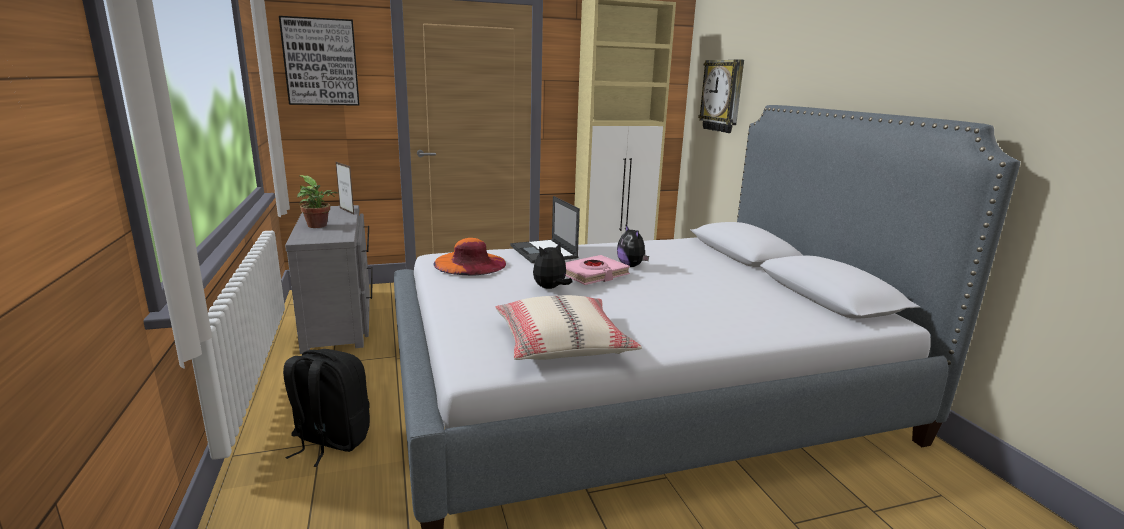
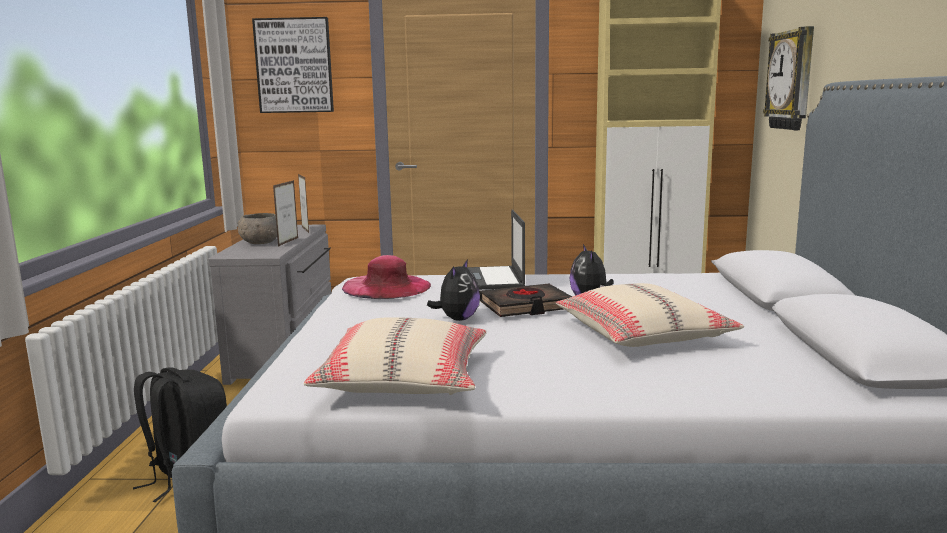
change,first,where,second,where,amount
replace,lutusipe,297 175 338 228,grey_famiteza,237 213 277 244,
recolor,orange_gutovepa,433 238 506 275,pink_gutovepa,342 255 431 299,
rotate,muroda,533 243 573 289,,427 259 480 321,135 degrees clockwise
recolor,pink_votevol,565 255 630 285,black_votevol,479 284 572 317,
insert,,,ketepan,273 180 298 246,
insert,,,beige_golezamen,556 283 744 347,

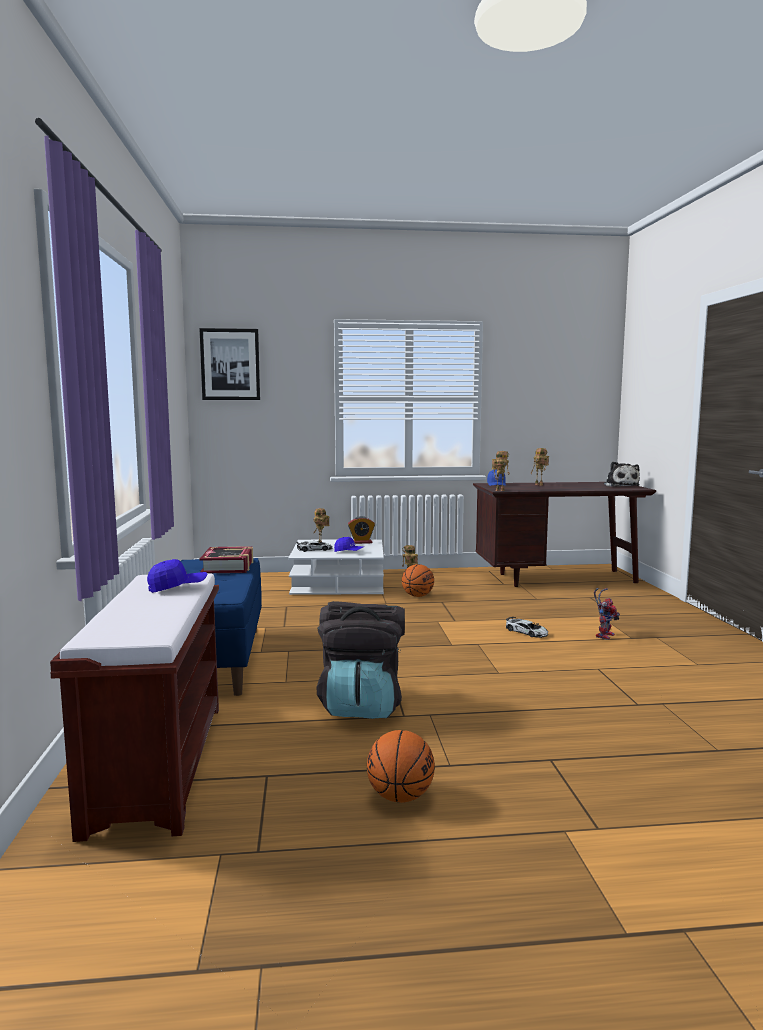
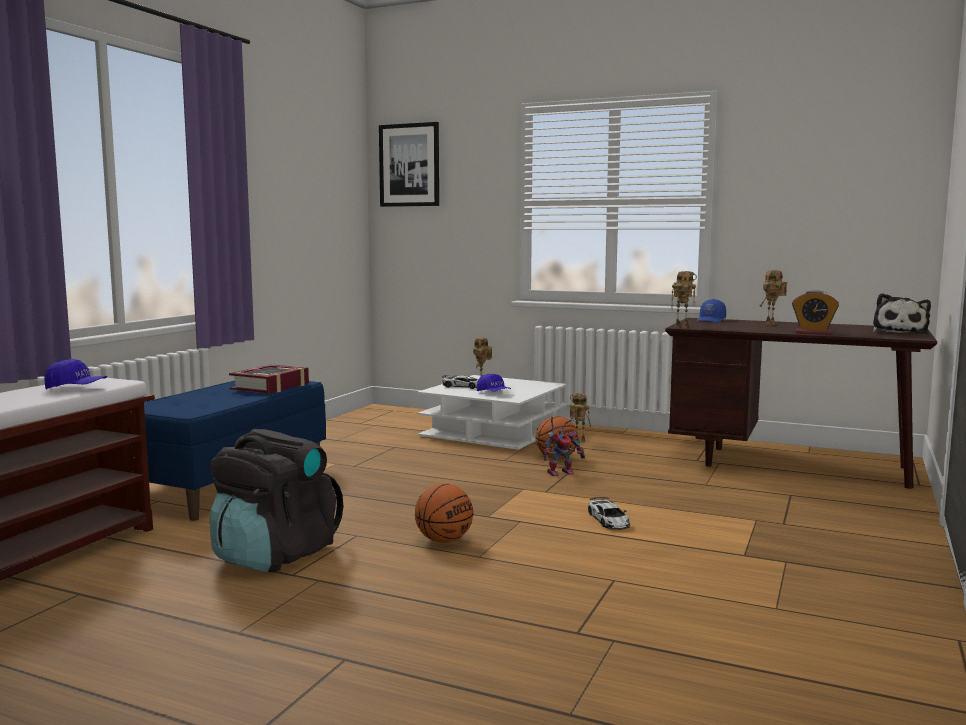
change,first,where,second,where,amount
move,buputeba,348 516 375 544,,792 290 839 335,
move,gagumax,367 730 435 803,,415 483 473 543,
move,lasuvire,594 588 620 640,,543 417 585 477,

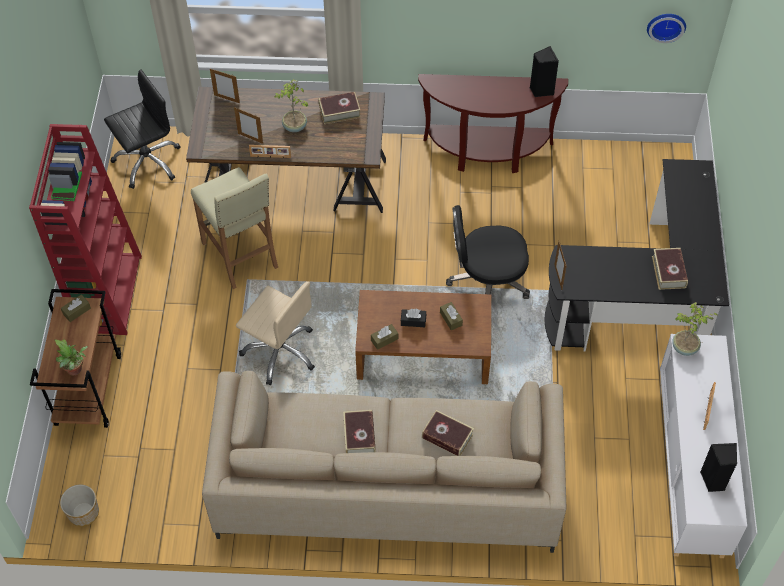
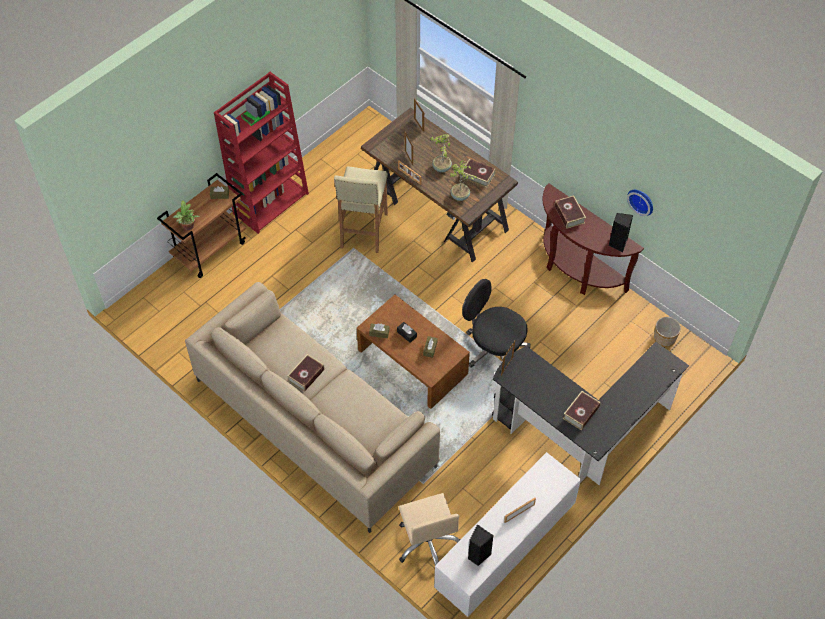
change,first,where,second,where,amount
move,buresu,60 484 99 527,,654 317 681 347,
delete,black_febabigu,104 69 180 189,,,
move,beige_febabigu,236 281 315 385,,399 493 461 565,
move,votevol,422 410 474 456,,555 195 586 229,
move,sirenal,647 14 686 43,,627 190 653 216,
move,lutusipe,672 302 717 356,,450 160 477 201,

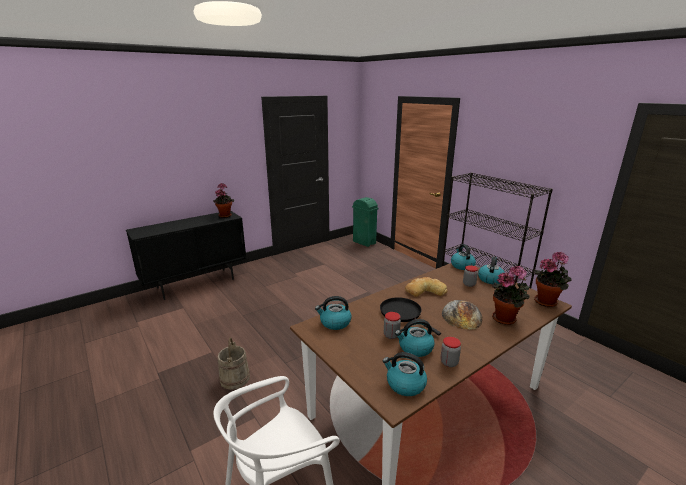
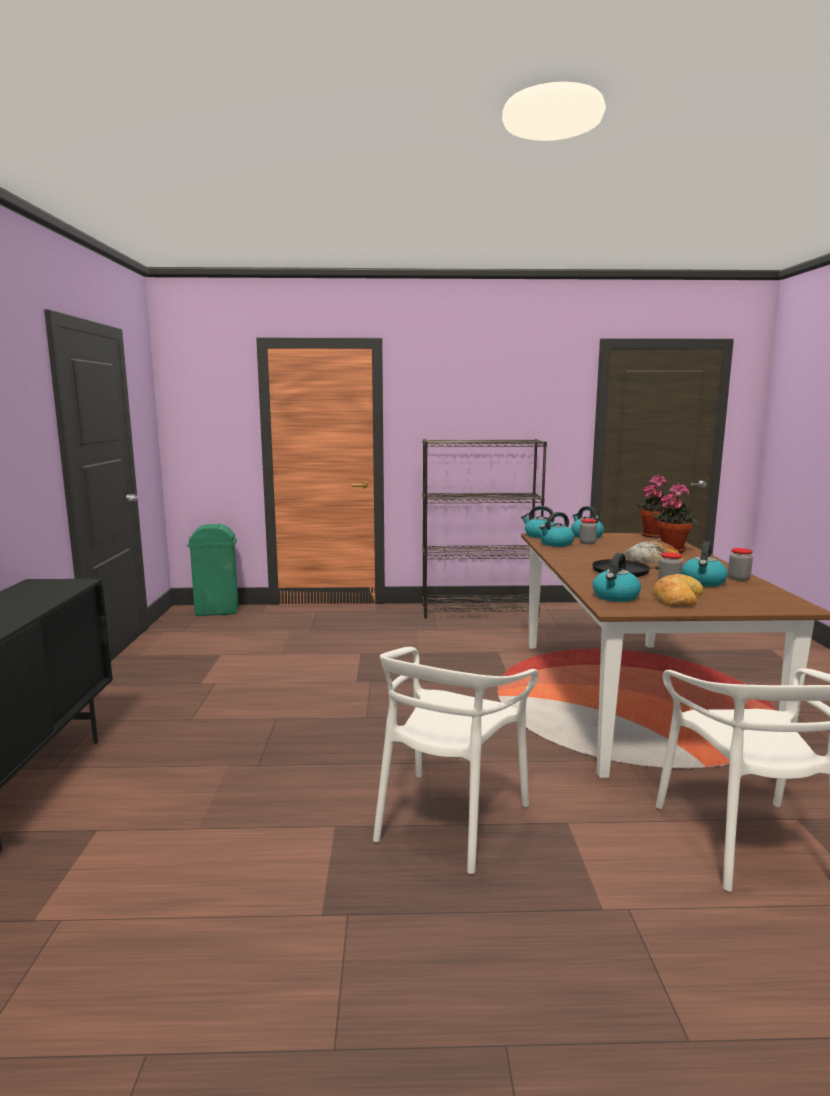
change,first,where,second,where,amount
delete,lutusipe,213 183 234 218,,,
replace,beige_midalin,218 338 250 390,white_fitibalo,373 647 538 874,
move,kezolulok,382 352 427 396,,540 512 574 547,
move,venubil,405 277 448 297,,653 574 703 606,

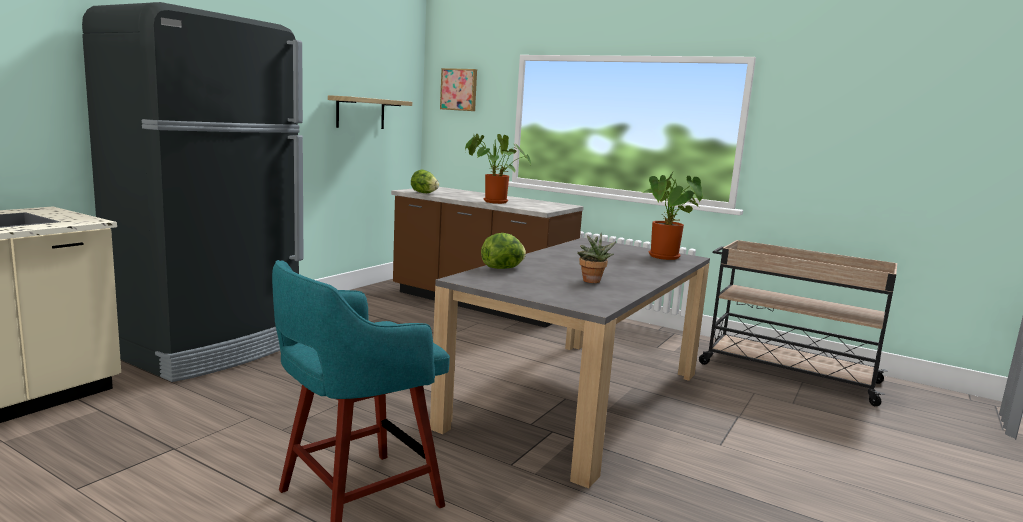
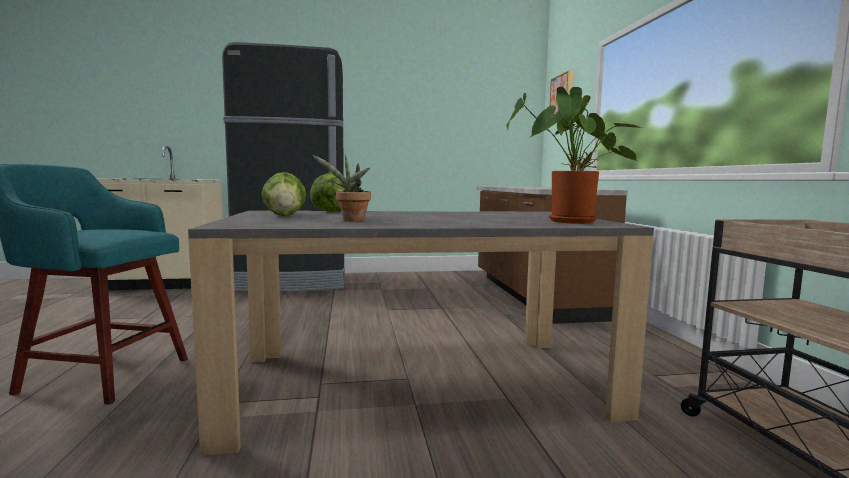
change,first,where,second,where,amount
delete,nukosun,328 95 412 129,,,
move,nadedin,411 170 439 193,,261 172 306 216,
delete,lutusipe,465 134 531 204,,,

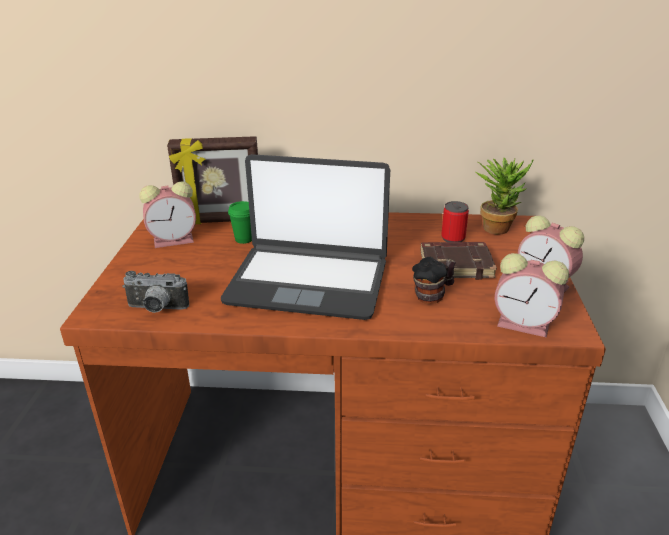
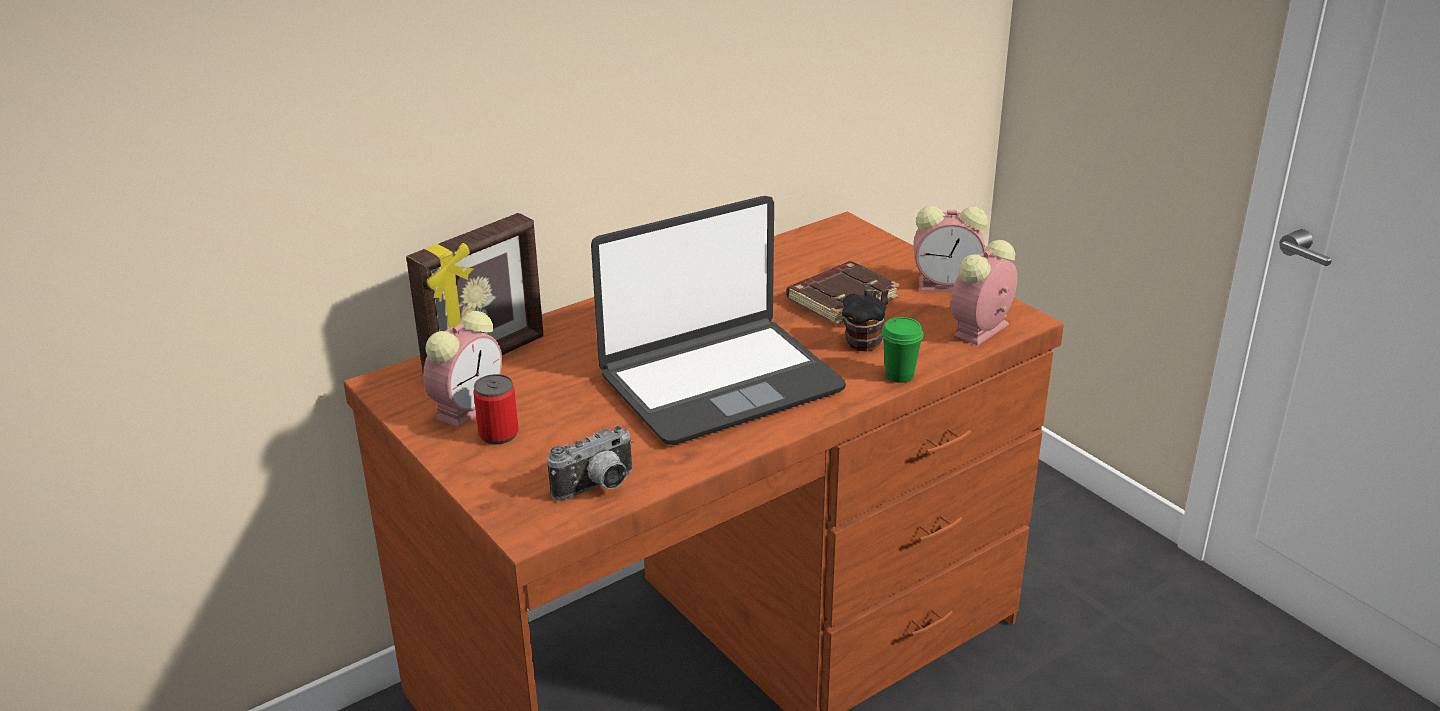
change,first,where,second,where,amount
move,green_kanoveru,228 201 252 244,,881 317 923 383,
move,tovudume,441 201 469 242,,473 374 519 444,
delete,lutusipe,476 157 534 235,,,
rotate,buputeba,495 253 569 338,,951 240 1017 346,150 degrees clockwise

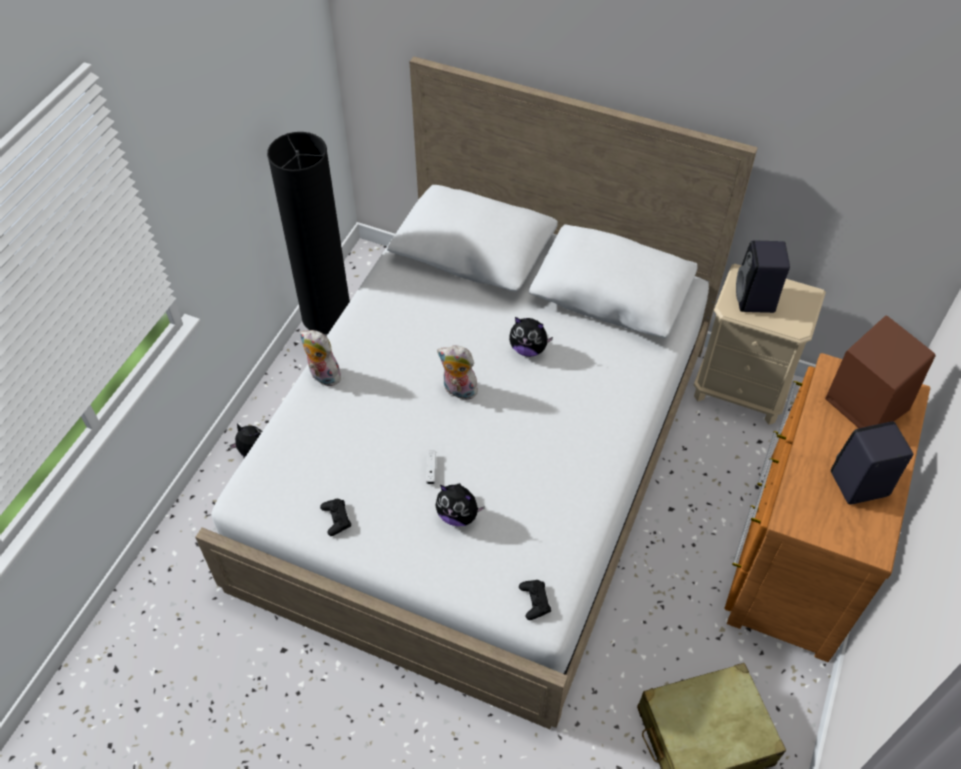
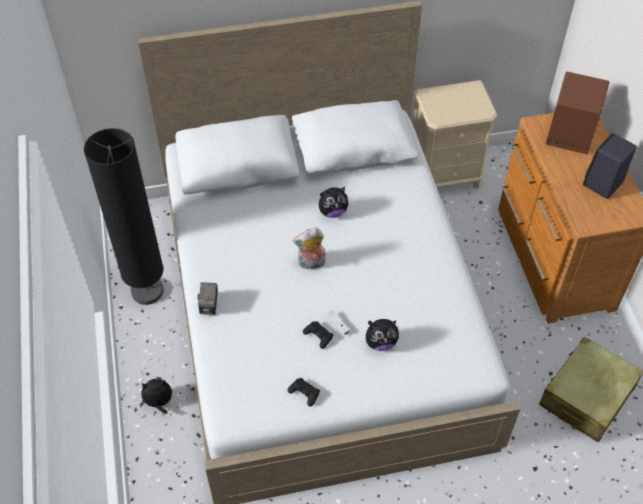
change,first,where,second,where,amount
replace,muroda,300 330 341 386,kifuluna,197 282 218 315,
move,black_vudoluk,519 580 551 620,,303 321 334 349,
delete,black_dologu,736 241 790 313,,,

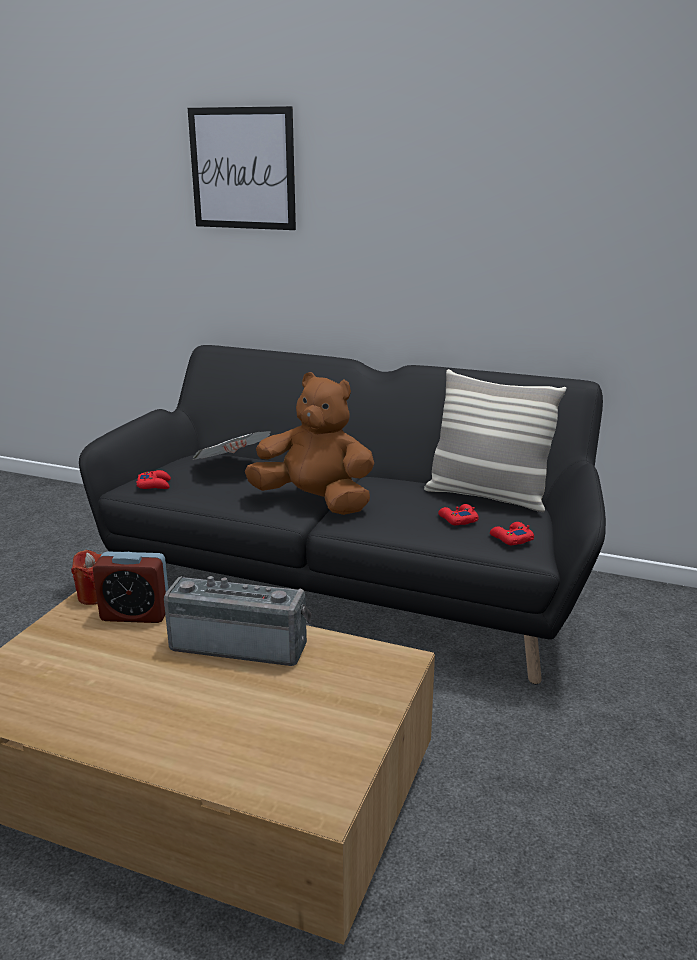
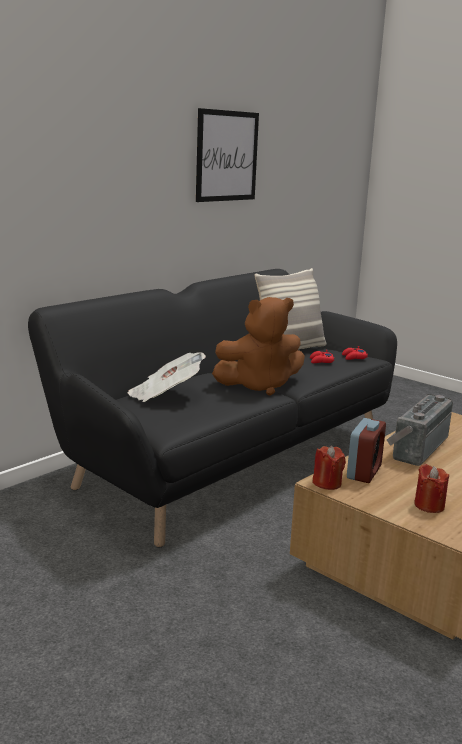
change,first,where,second,where,amount
delete,red_vudoluk,136 470 171 489,,,
move,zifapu,188 106 296 230,,196 108 259 202,
rotate,brown_muroda,245 372 374 515,,212 297 305 396,150 degrees counterclockwise
insert,,,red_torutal,414 464 449 513,

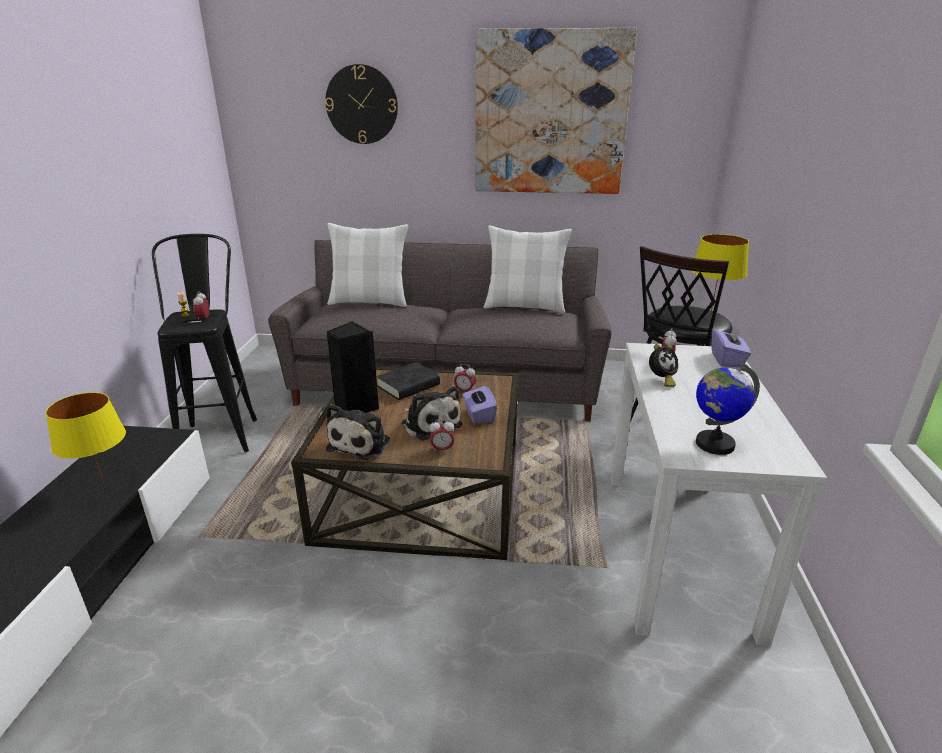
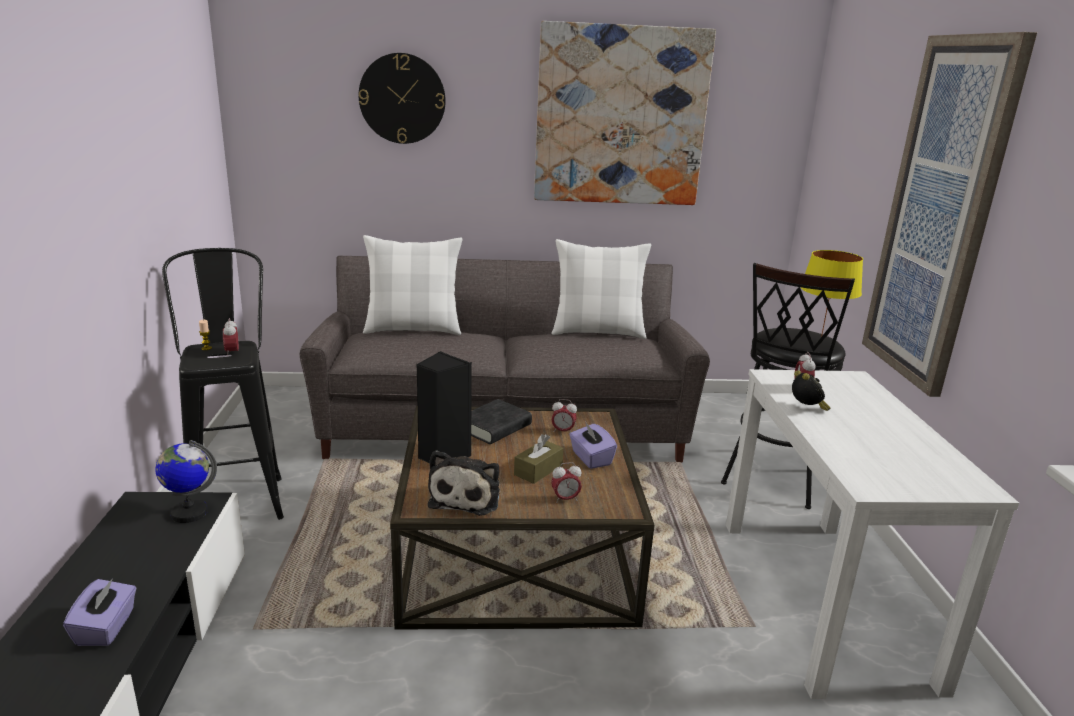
change,first,where,second,where,amount
delete,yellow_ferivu,46 392 126 488,,,
replace,muroda,401 386 463 441,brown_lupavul,514 434 564 484,
rotate,buputeba,649 344 678 387,,792 370 830 411,60 degrees counterclockwise
move,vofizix,696 364 760 455,,155 440 217 523,
move,purple_lupavul,711 326 751 367,,63 578 136 646,
insert,,,zifapu,862 32 1037 397,

